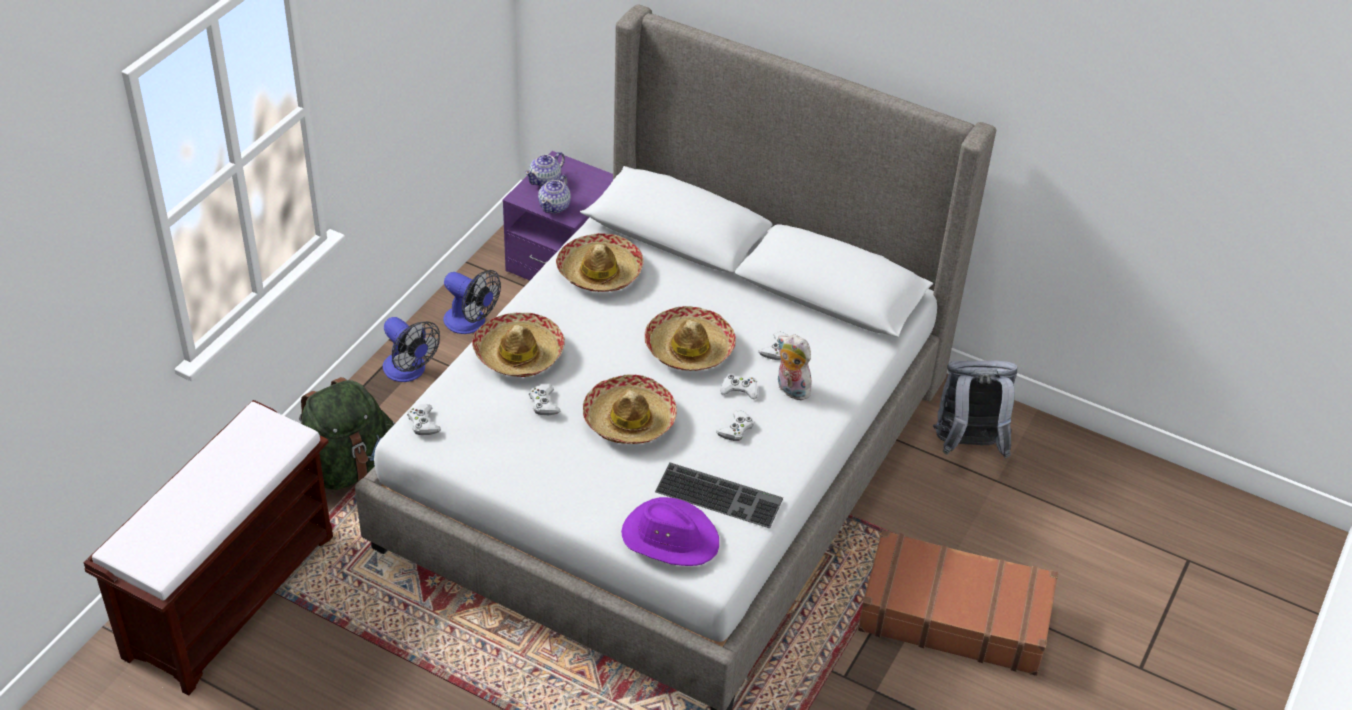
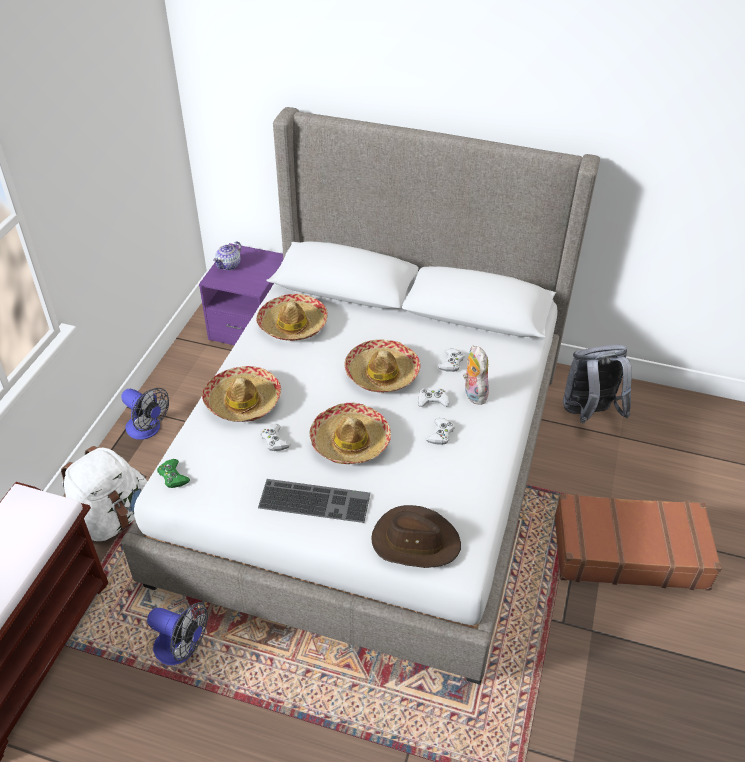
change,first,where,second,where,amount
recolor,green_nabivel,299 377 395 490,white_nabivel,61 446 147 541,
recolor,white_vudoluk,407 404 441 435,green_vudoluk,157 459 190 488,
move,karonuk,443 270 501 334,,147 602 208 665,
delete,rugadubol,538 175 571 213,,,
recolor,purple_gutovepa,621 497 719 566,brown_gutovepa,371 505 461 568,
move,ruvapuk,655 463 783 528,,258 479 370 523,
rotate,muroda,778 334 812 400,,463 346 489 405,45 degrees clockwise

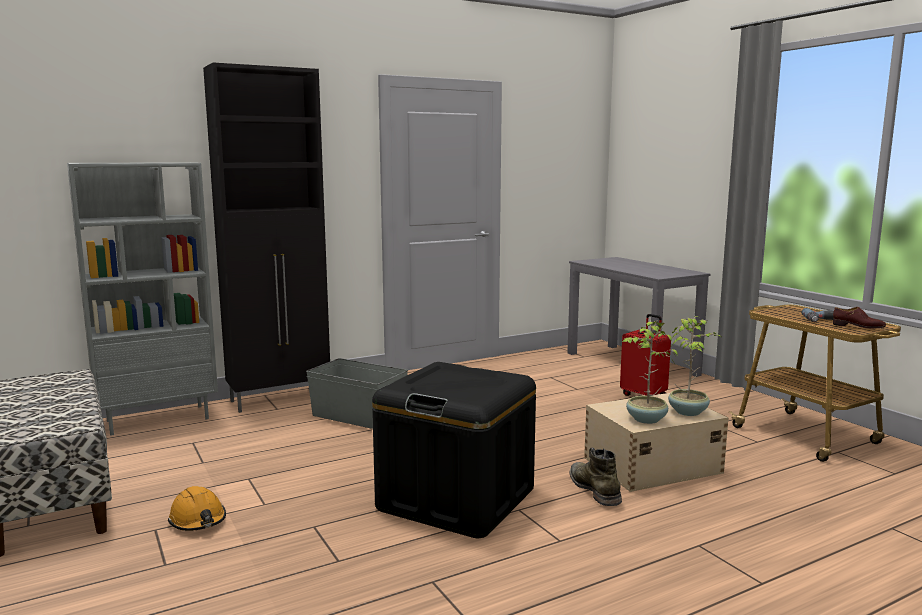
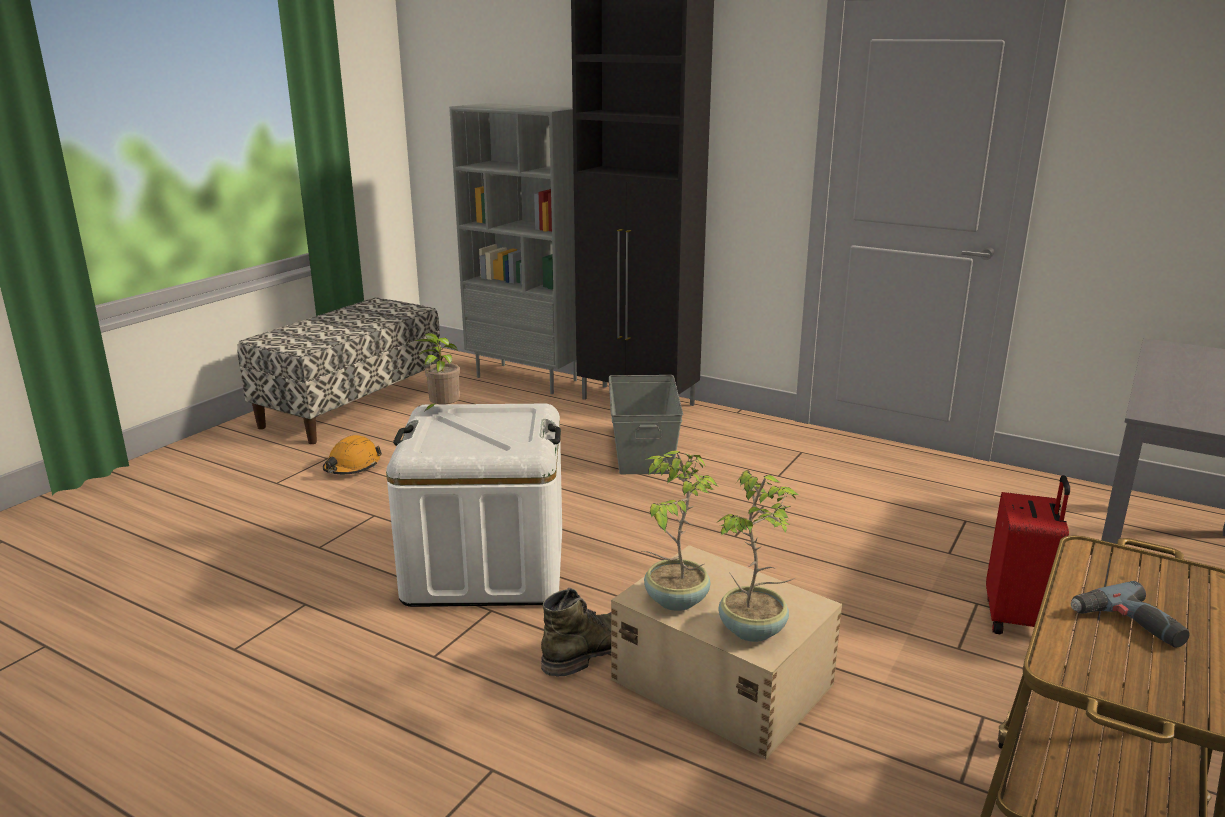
change,first,where,second,where,amount
recolor,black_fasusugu,372 362 536 538,white_fasusugu,386 404 562 607,
delete,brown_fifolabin,833 307 886 328,,,
insert,,,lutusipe,414 333 460 413,

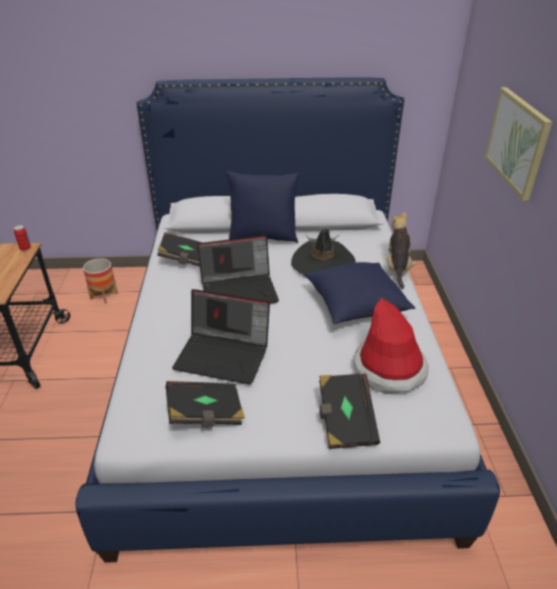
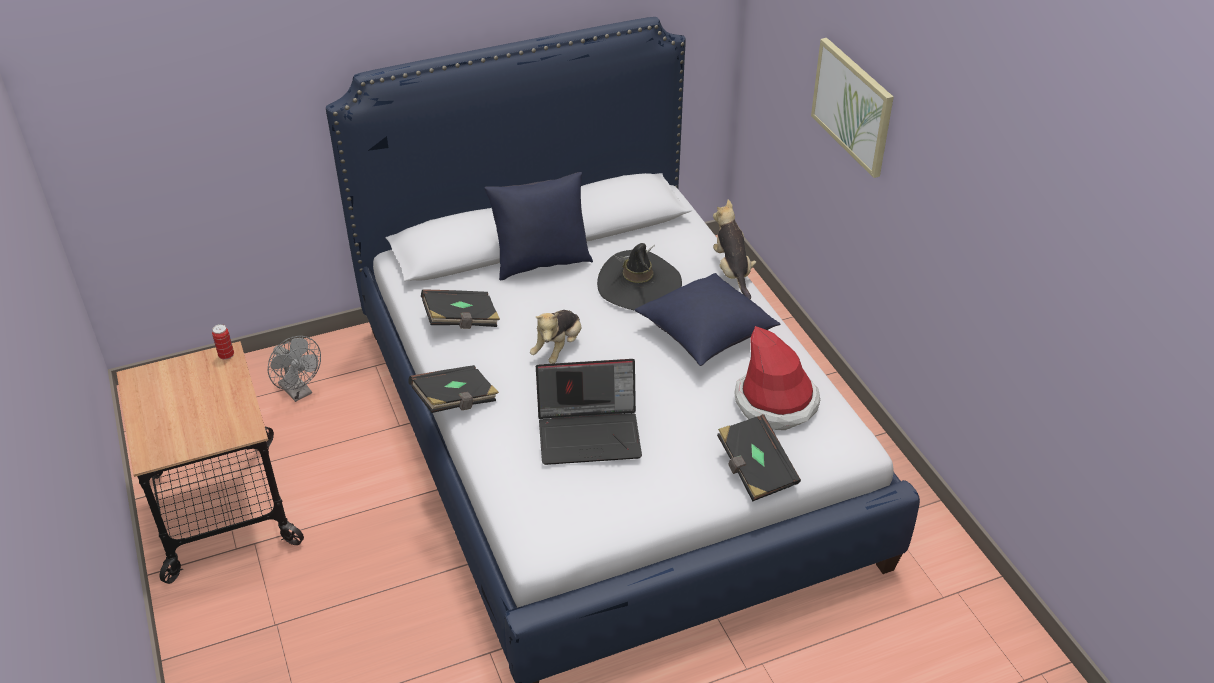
change,first,where,second,where,amount
replace,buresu,83 258 118 304,grey_karonuk,268 336 321 402,
move,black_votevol,165 381 245 428,,408 365 499 413,
replace,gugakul,197 235 279 303,muroda,530 310 581 364,

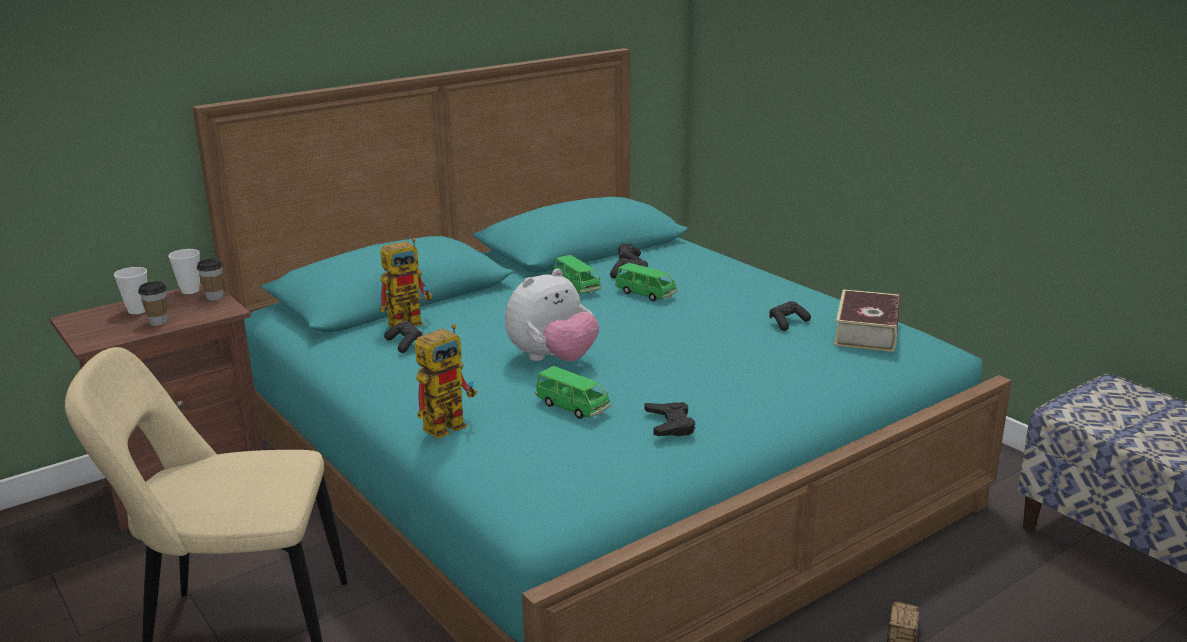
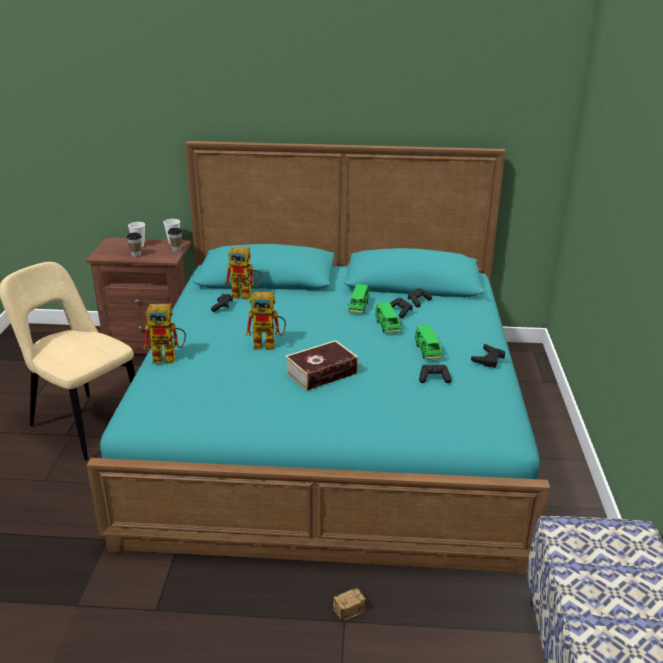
change,first,where,second,where,amount
replace,muroda,505 269 599 361,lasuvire,246 291 286 350,
move,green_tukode,535 366 611 419,,414 325 444 360,
move,black_vudoluk,645 402 695 436,,471 344 505 368,
move,votevol,834 289 899 352,,285 340 359 391,

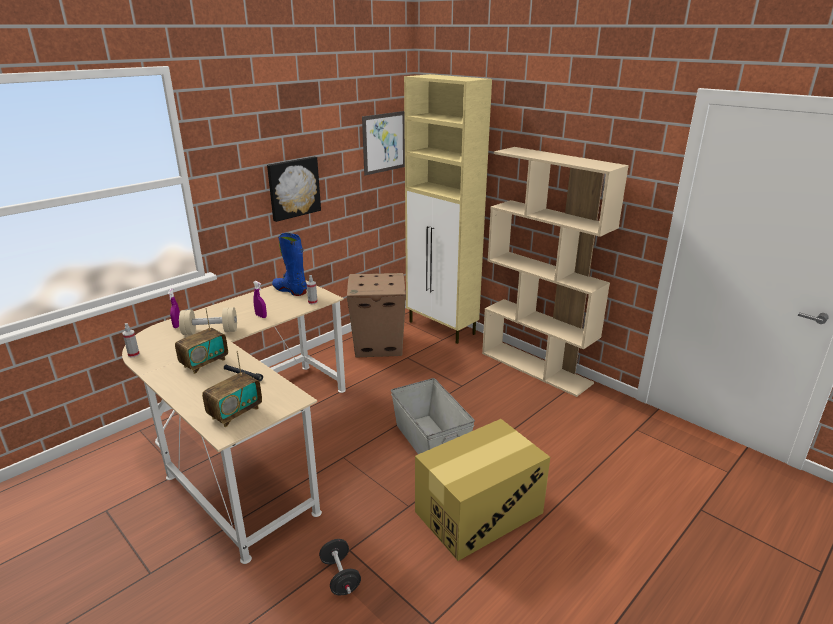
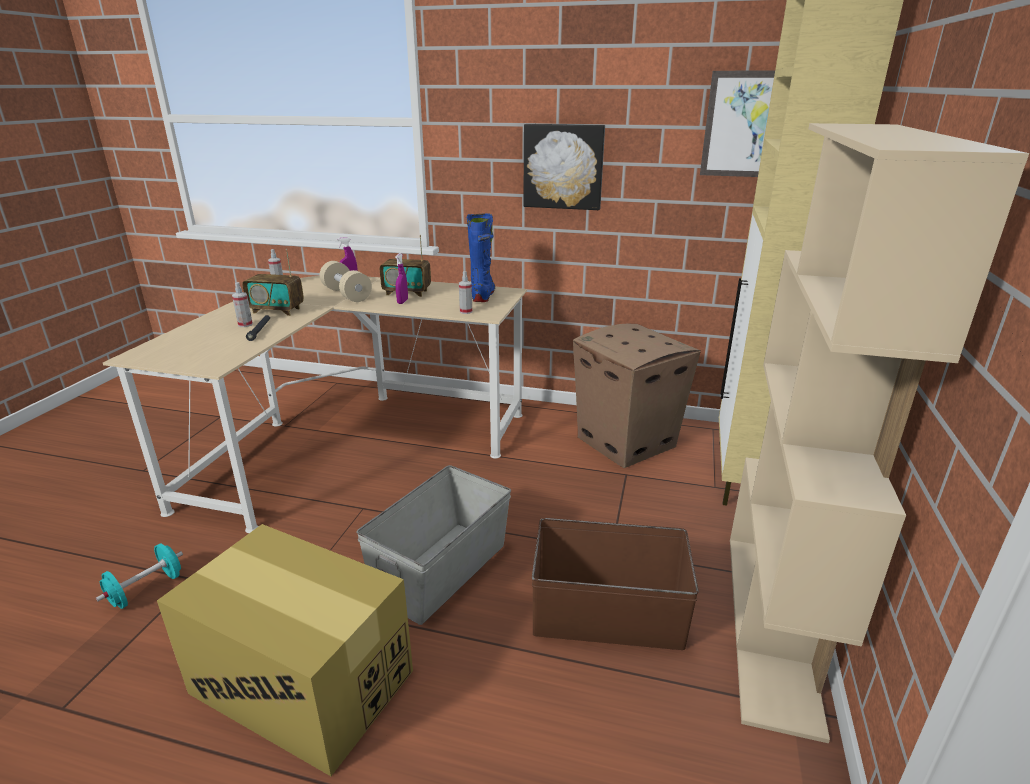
change,first,where,second,where,amount
move,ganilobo,202 351 262 427,,380 235 431 297,
recolor,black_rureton,319 539 361 595,turquoise_rureton,96 544 183 609,
insert,,,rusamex,232 282 253 327,
insert,,,brown_fasusugu,532 518 699 650,

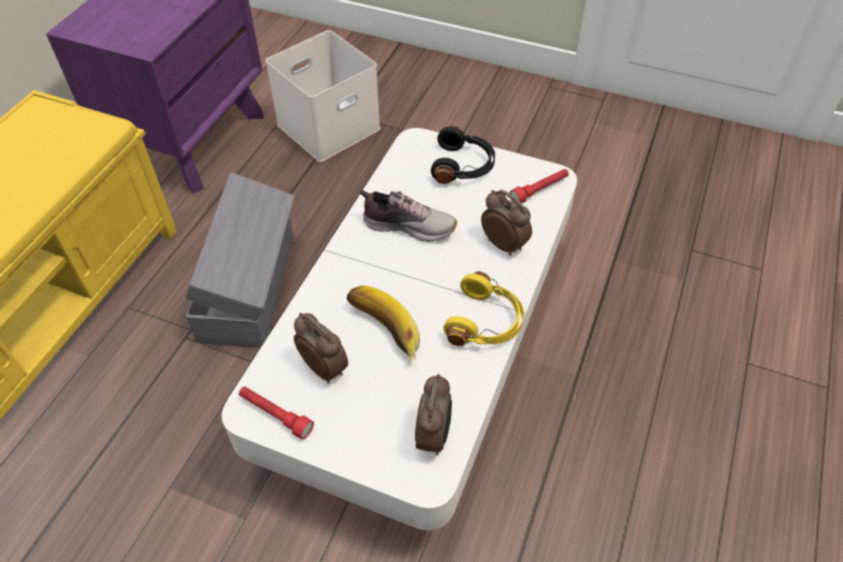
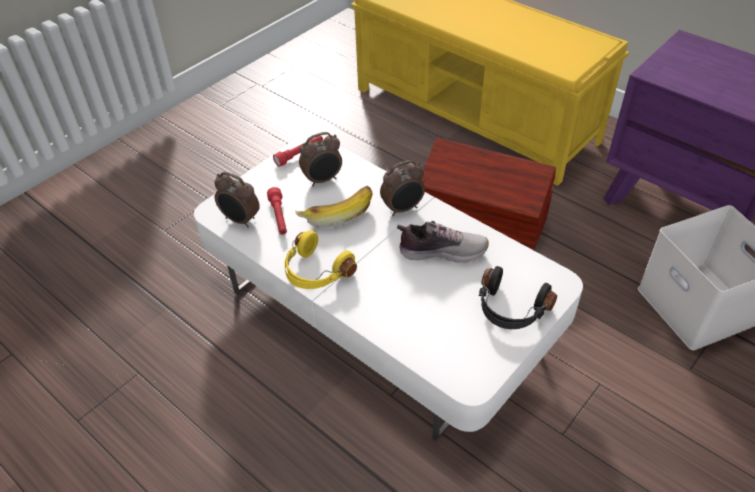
change,first,where,second,where,amount
recolor,grey_fasusugu,185 172 294 348,brown_fasusugu,421 138 556 250,
rotate,fifolabin,359 190 457 242,,397 221 489 263,120 degrees counterclockwise
move,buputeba,481 190 532 256,,380 160 425 216,
move,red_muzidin,510 169 569 205,,267 187 287 235,

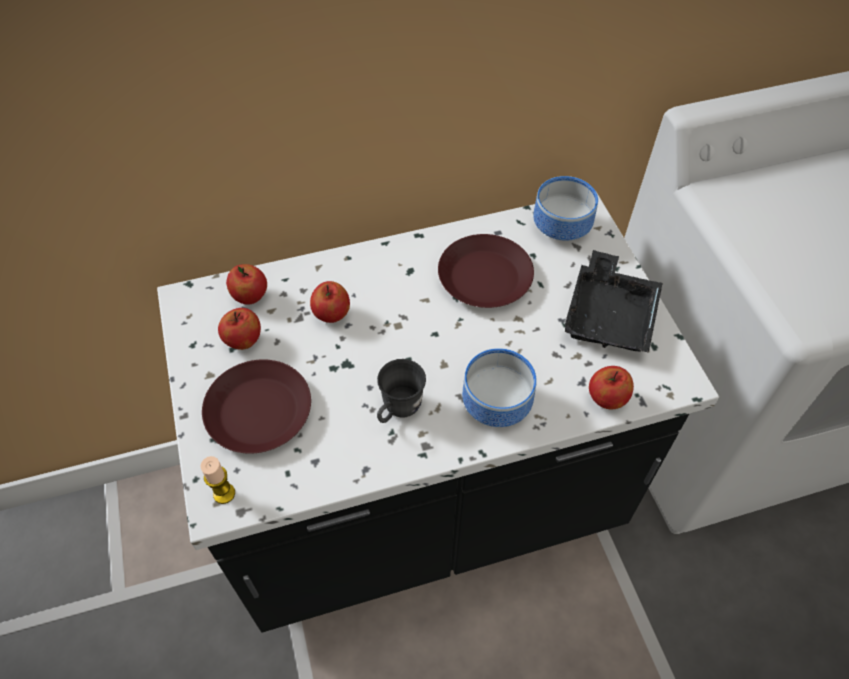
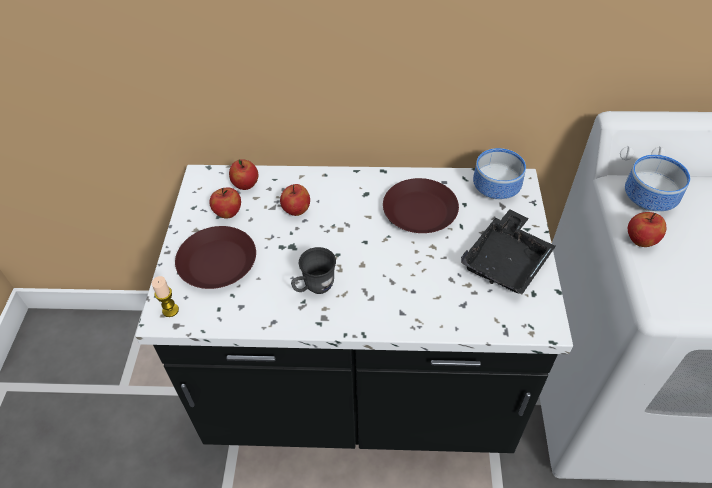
change,first,where,second,where,amount
move,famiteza,462 348 537 427,,625 155 690 211,
move,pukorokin,589 366 634 409,,628 212 666 247,

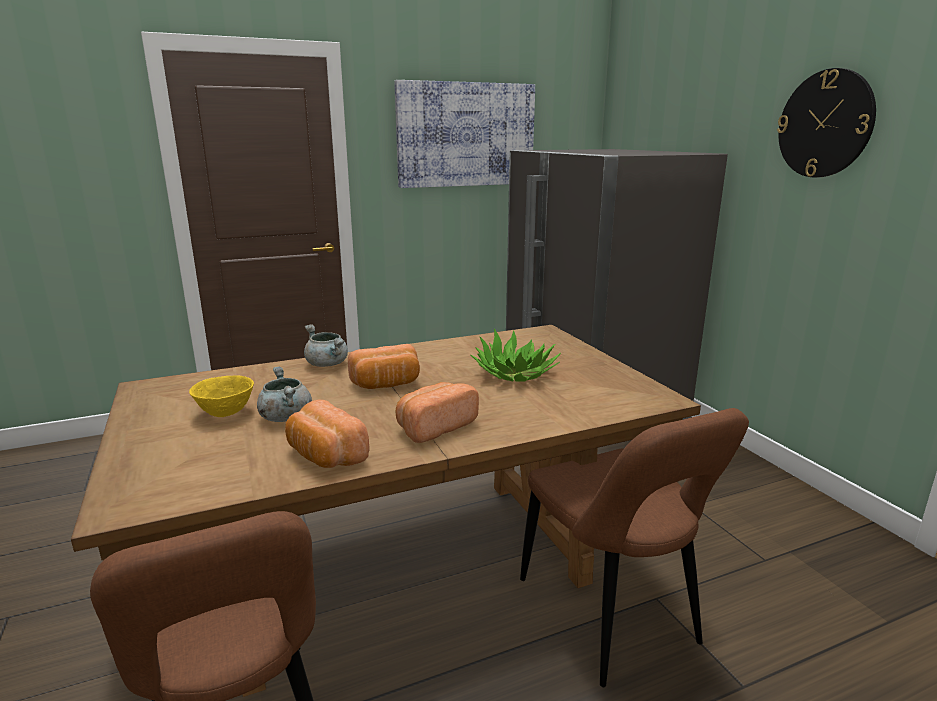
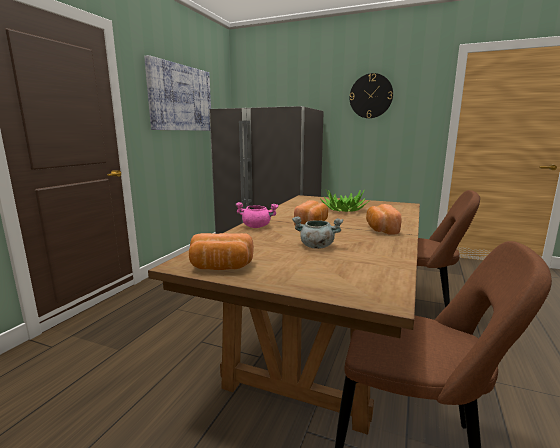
change,first,where,second,where,amount
delete,yellow_famiteza,189 375 254 417,,,
move,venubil,285 400 369 468,,189 233 254 270,
recolor,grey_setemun,304 324 348 367,pink_setemun,235 202 278 228,

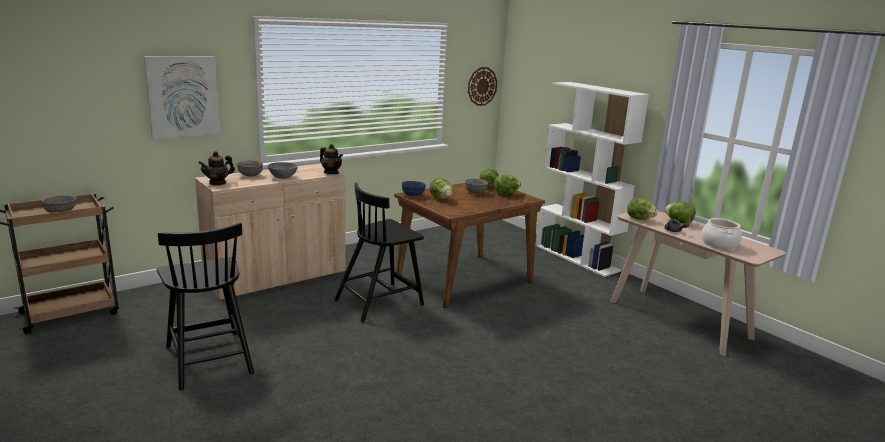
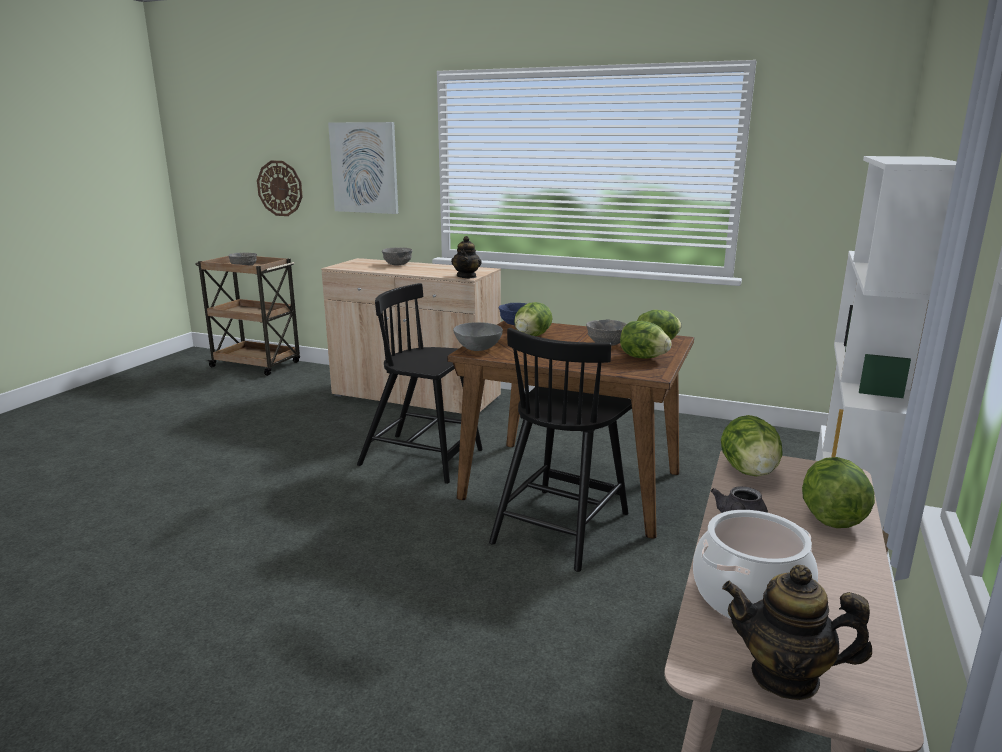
change,first,where,second,where,amount
move,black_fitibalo,157 223 254 390,,489 328 632 572,
move,rugadubol,198 151 235 185,,722 565 872 700,
move,grey_famiteza,268 162 298 179,,453 322 503 351,
move,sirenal,468 67 497 106,,257 161 303 216,

